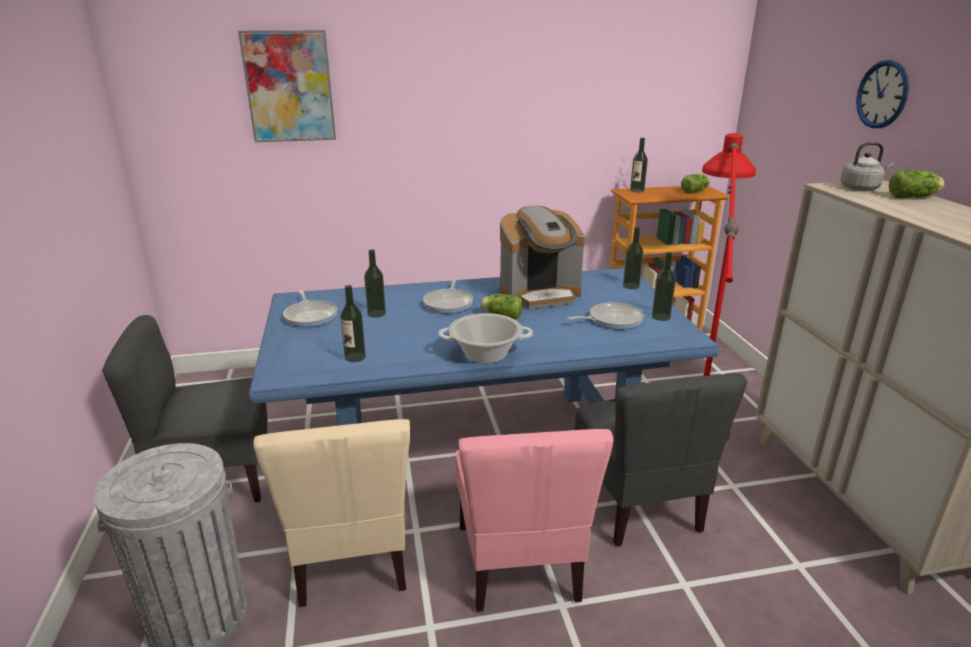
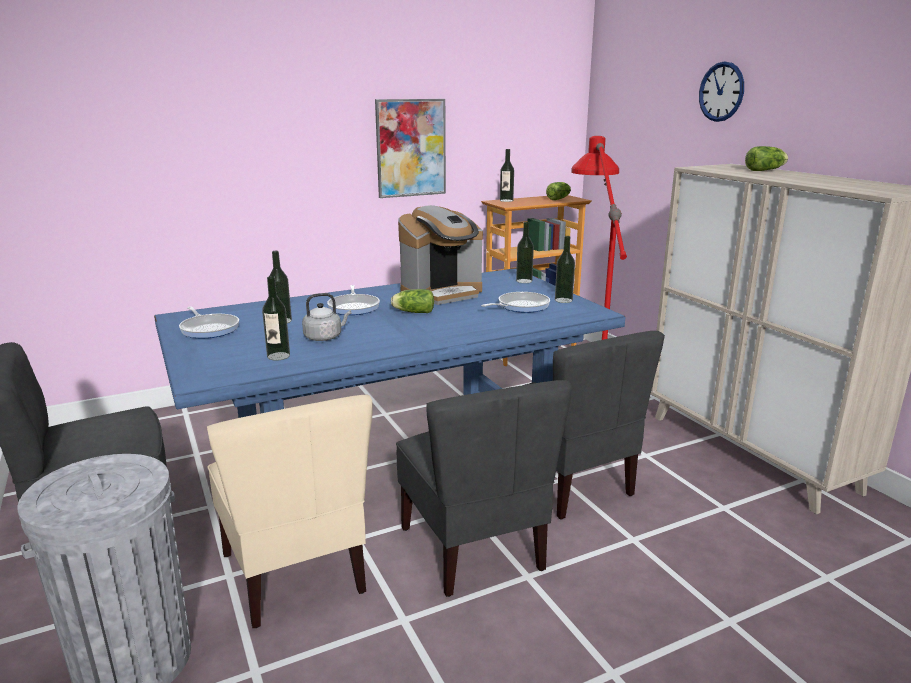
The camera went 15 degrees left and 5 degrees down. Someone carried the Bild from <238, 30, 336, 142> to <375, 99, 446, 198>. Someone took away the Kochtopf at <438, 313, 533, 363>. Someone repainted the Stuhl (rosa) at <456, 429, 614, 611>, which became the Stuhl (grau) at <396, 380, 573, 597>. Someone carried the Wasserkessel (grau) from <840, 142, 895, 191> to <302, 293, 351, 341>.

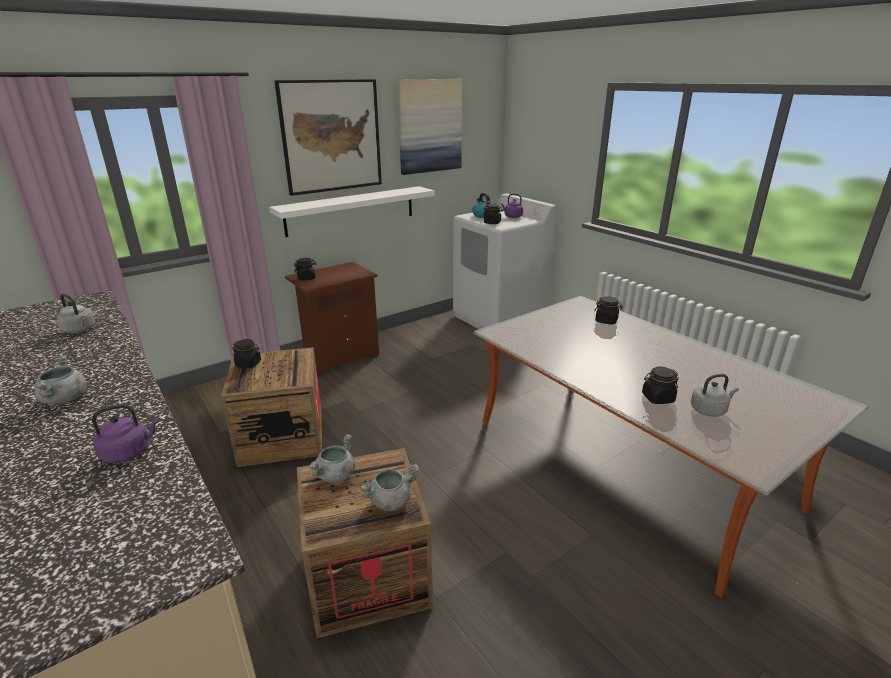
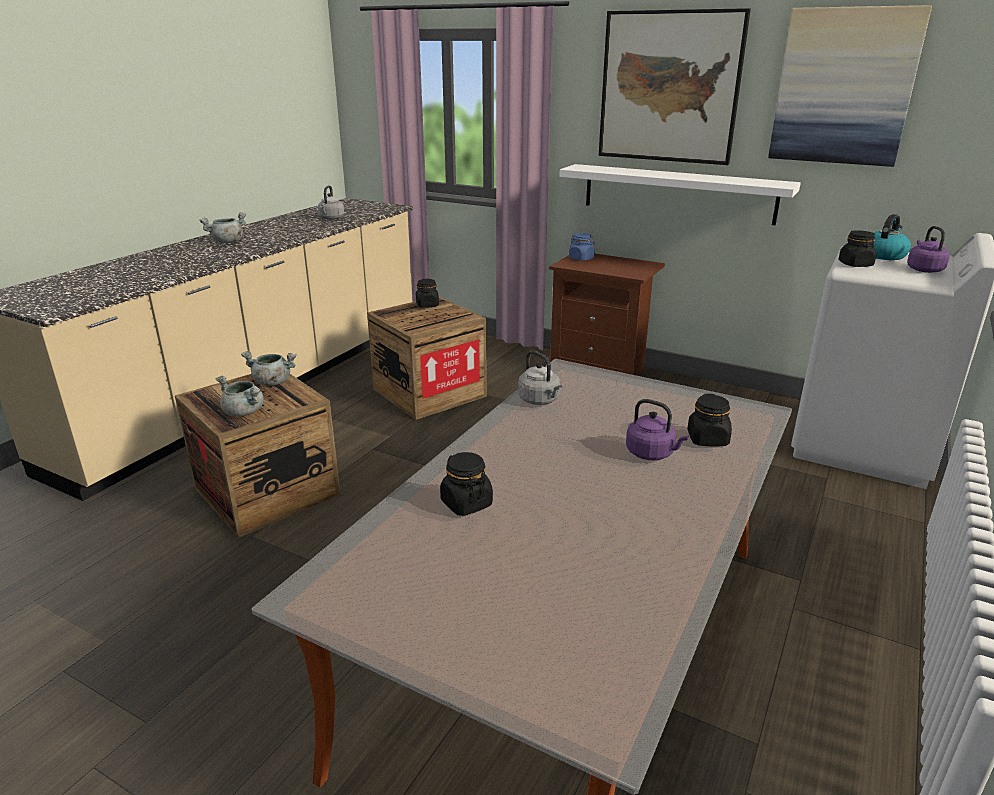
The camera went 65 degrees right and 0 degrees up. Someone carried the Wasserkessel (lila) from <92, 404, 160, 463> to <626, 399, 689, 460>. Someone repainted the Vorratsglas (schwarz) at <294, 258, 316, 281>, which became the Vorratsglas (blau) at <569, 233, 595, 261>. Someone carried the Wasserkessel (grau) from <691, 374, 739, 417> to <518, 351, 562, 405>.

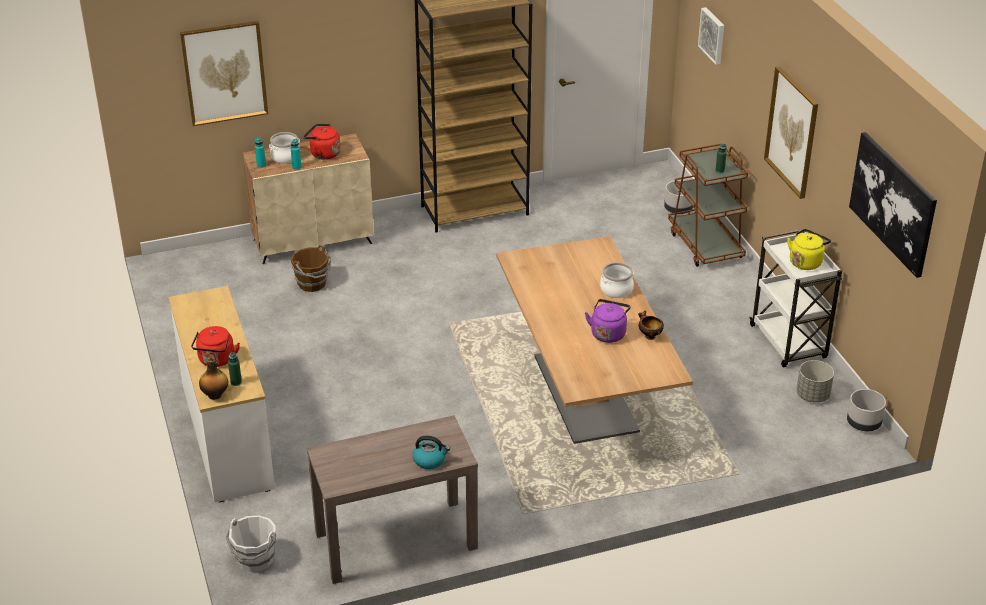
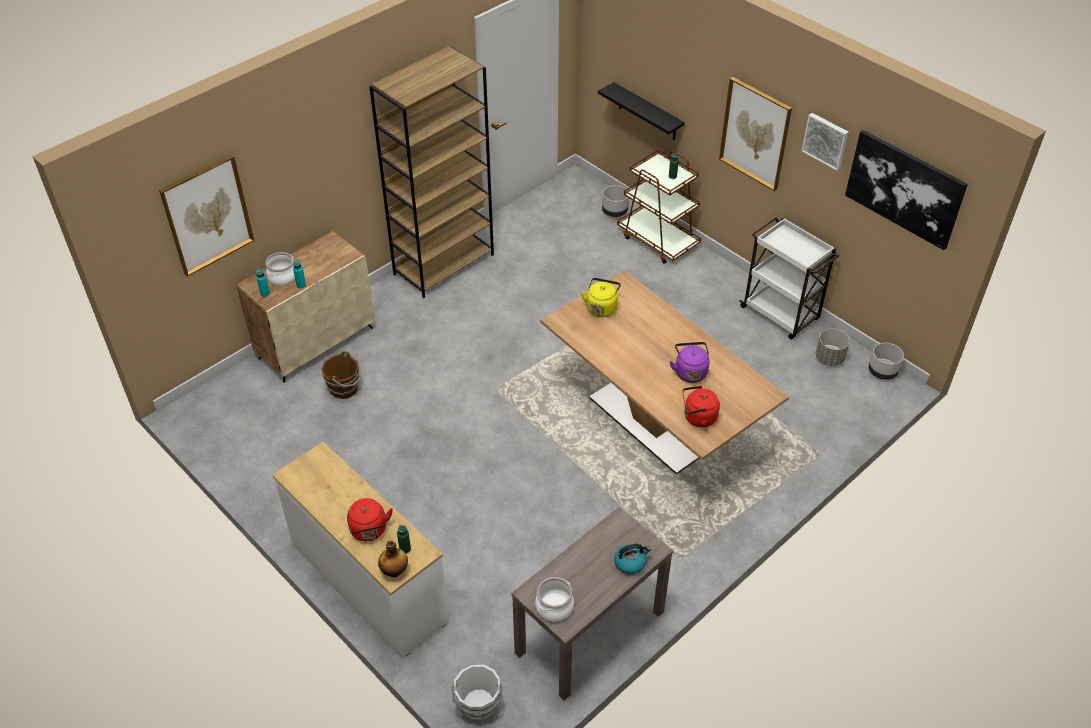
The camera went 25 degrees left and 10 degrees up. Someone carried the Wasserkessel (rot) from <303, 124, 340, 160> to <682, 386, 720, 427>. Someone carried the Kochtopf from <600, 262, 634, 298> to <535, 577, 574, 621>. Someone took away the Schüssel at <638, 311, 664, 340>. Someone carried the Bild from <698, 7, 724, 65> to <802, 113, 849, 171>. Someone carried the Wasserkessel (gelb) from <787, 229, 831, 270> to <580, 278, 621, 317>. Someone put up the Wandregal (schwarz) at <598, 82, 685, 141>.

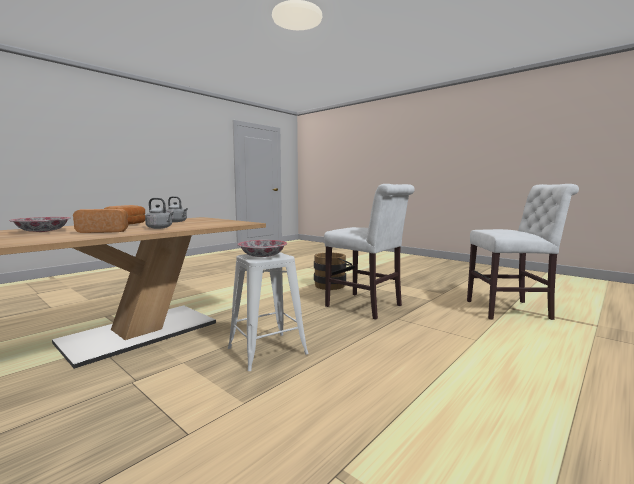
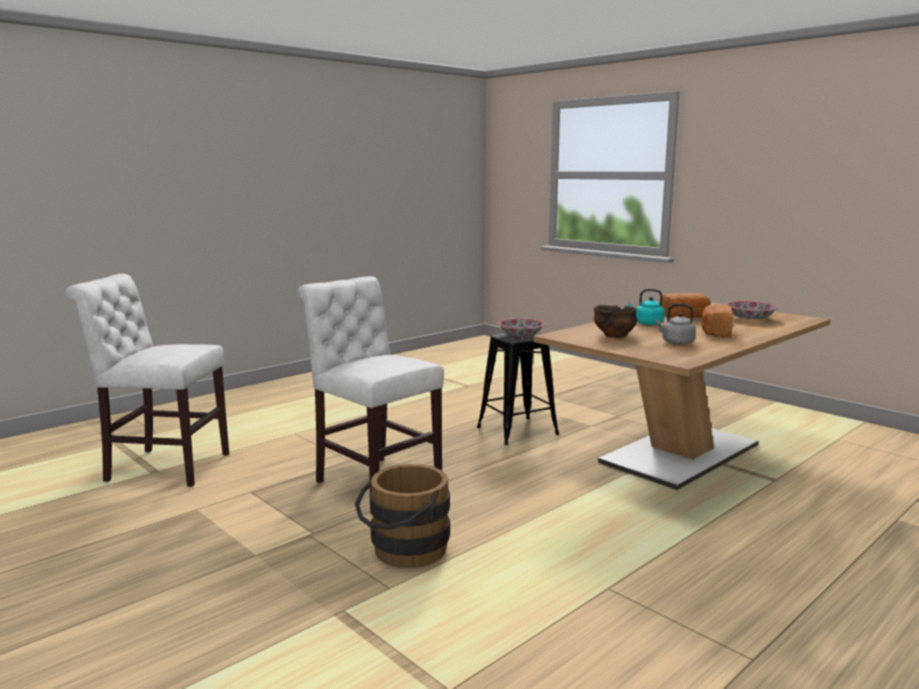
The camera went 175 degrees left and 5 degrees up. Someone repainted the Wasserkessel (grau) at <145, 198, 174, 229>, which became the Wasserkessel (türkis) at <628, 289, 665, 325>. Someone repainted the Hocker (weiß) at <228, 252, 309, 371>, which became the Hocker (schwarz) at <477, 334, 559, 445>. Someone put down the Schüssel at <594, 305, 637, 338>.

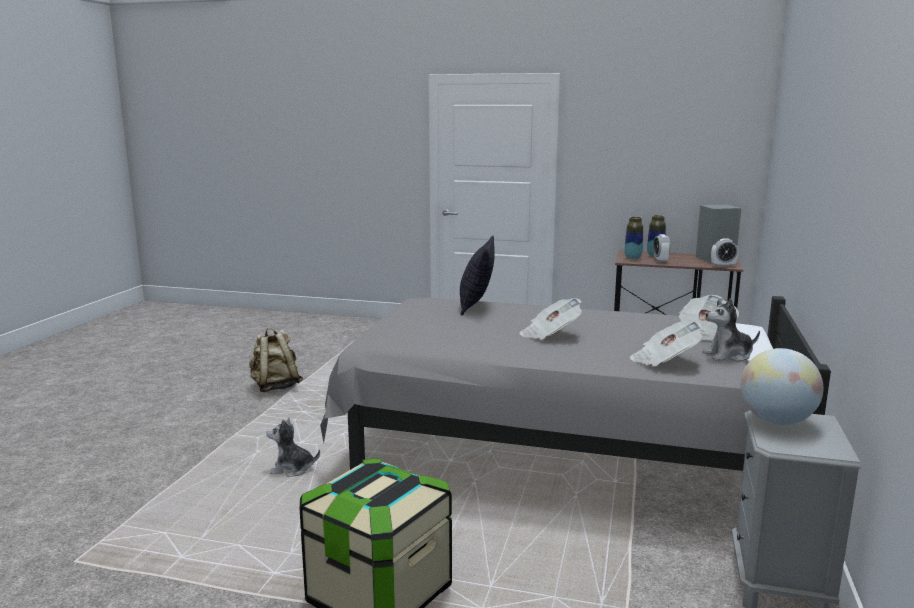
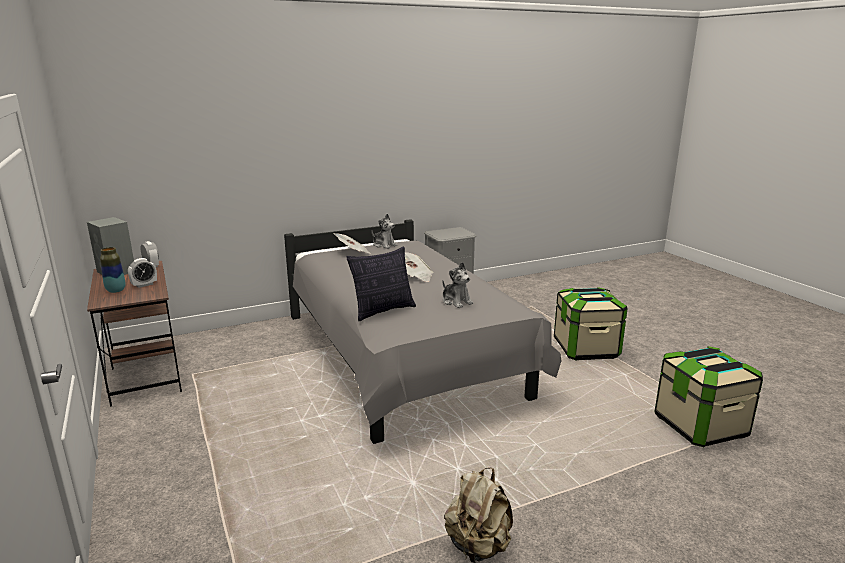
The camera went 130 degrees left and 5 degrees up. Someone carried the Plüschtier from <266, 418, 320, 477> to <443, 262, 473, 308>. Someone took away the Vase at <624, 217, 643, 259>. Someone took away the Zeitung at <630, 321, 702, 366>. Someone took away the Globus at <741, 348, 823, 425>. Someone put down the Aufbewahrungsbox at <654, 346, 763, 447>.

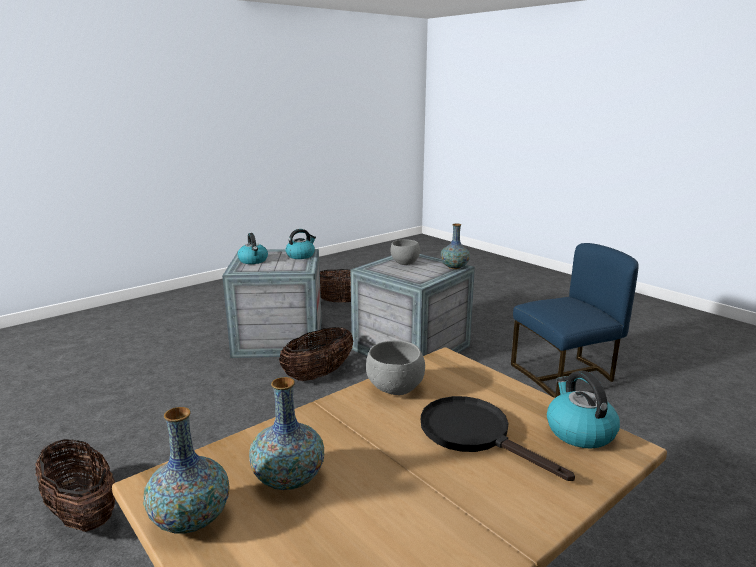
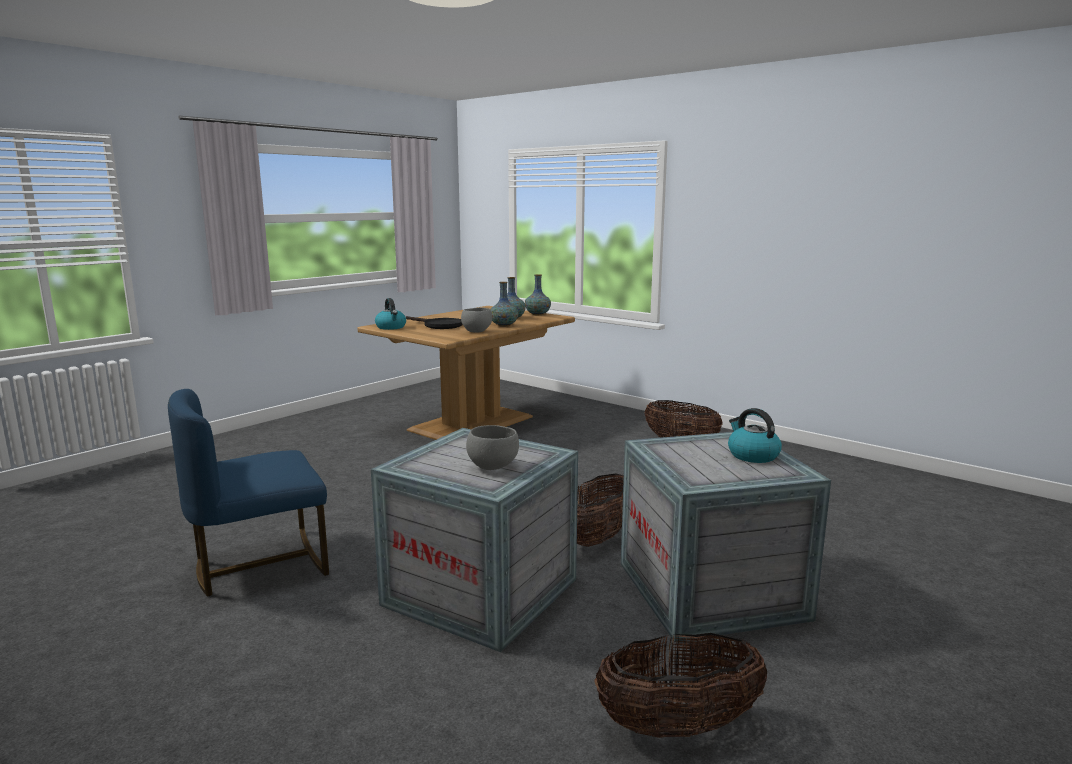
The camera went 170 degrees right and 5 degrees down. Someone took away the Wasserkessel at <285, 229, 316, 259>. Someone carried the Vase from <440, 224, 470, 269> to <491, 282, 518, 327>.

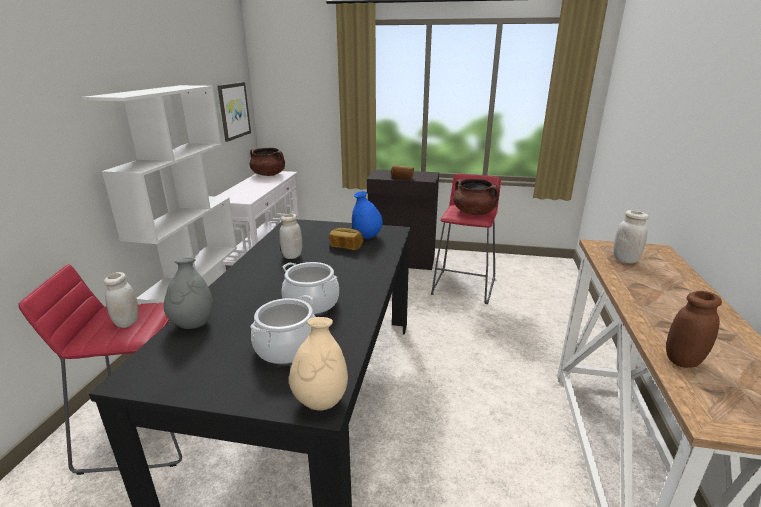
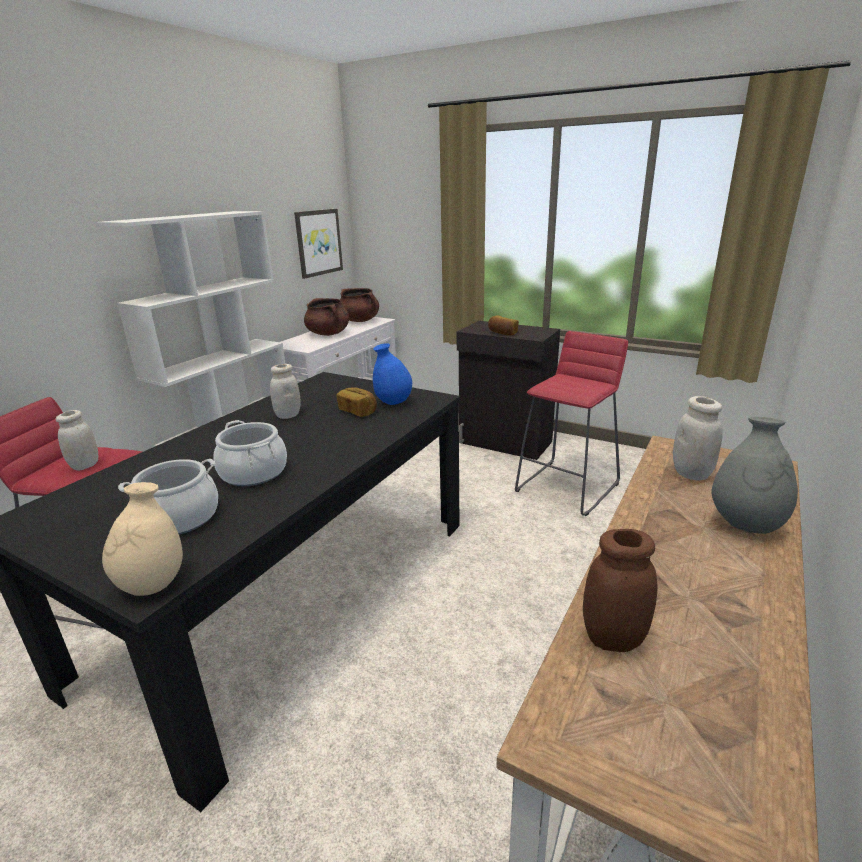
The camera went 20 degrees right and 0 degrees up. Someone carried the Vase (grau) from <164, 257, 213, 329> to <712, 417, 798, 534>. Someone carried the Kochtopf (braun) from <453, 179, 499, 215> to <304, 298, 349, 336>.

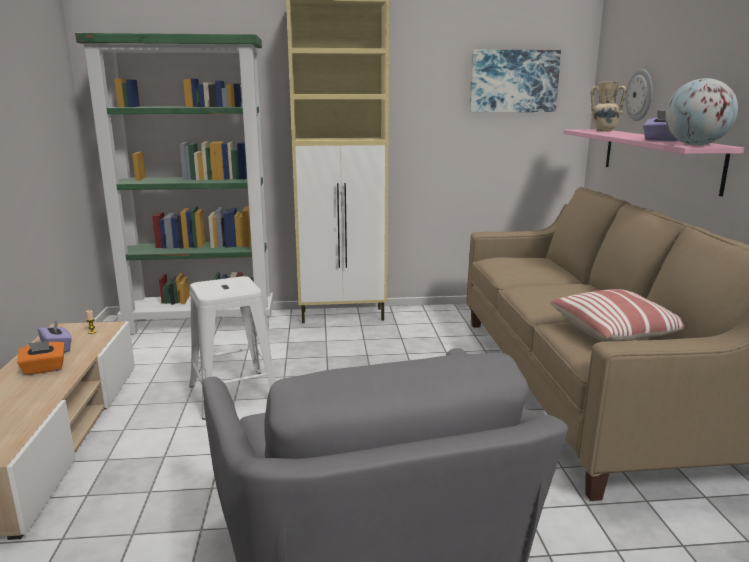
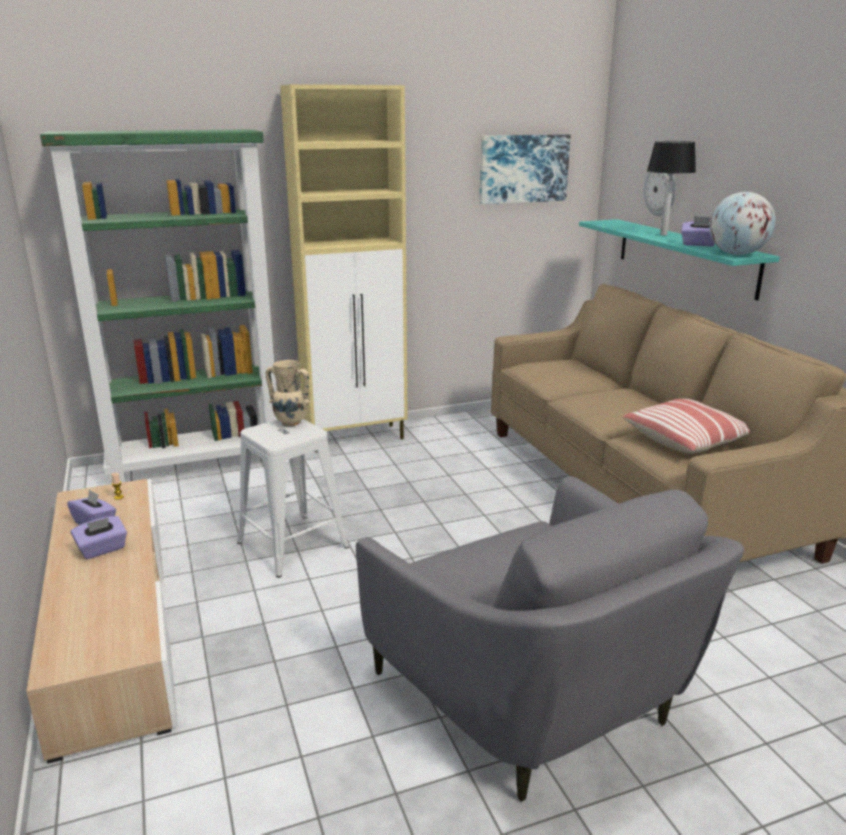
The camera went 15 degrees left and 5 degrees up. Someone repainted the Taschentuchbox (orange) at <17, 341, 65, 375>, which became the Taschentuchbox (lila) at <71, 516, 127, 559>. Someone repainted the Wandregal (rosa) at <564, 129, 744, 196>, which became the Wandregal (türkis) at <579, 219, 780, 300>. Someone carried the Vase (beige) from <590, 82, 627, 132> to <266, 360, 310, 426>. Someone put down the Tischlampe at <647, 141, 696, 235>.

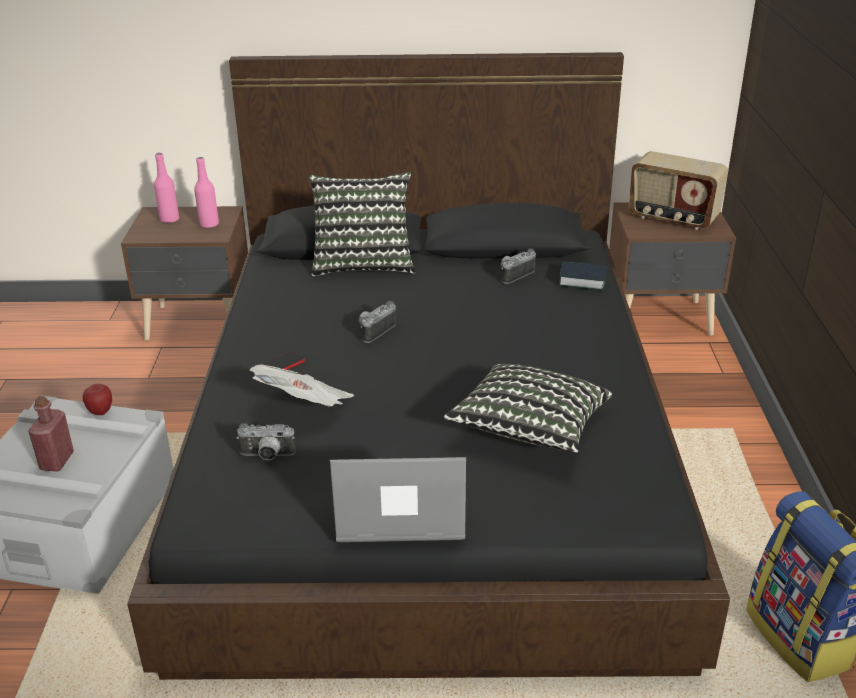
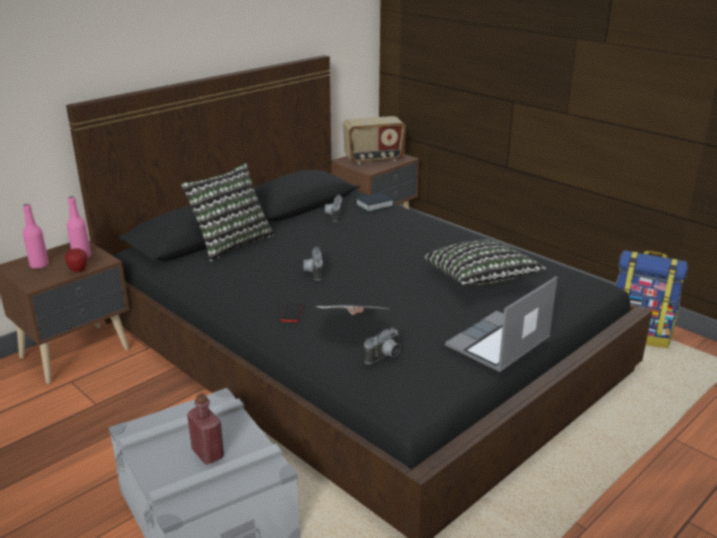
The camera went 45 degrees left and 5 degrees down. Someone carried the Apfel from <82, 384, 112, 415> to <65, 248, 87, 272>.

